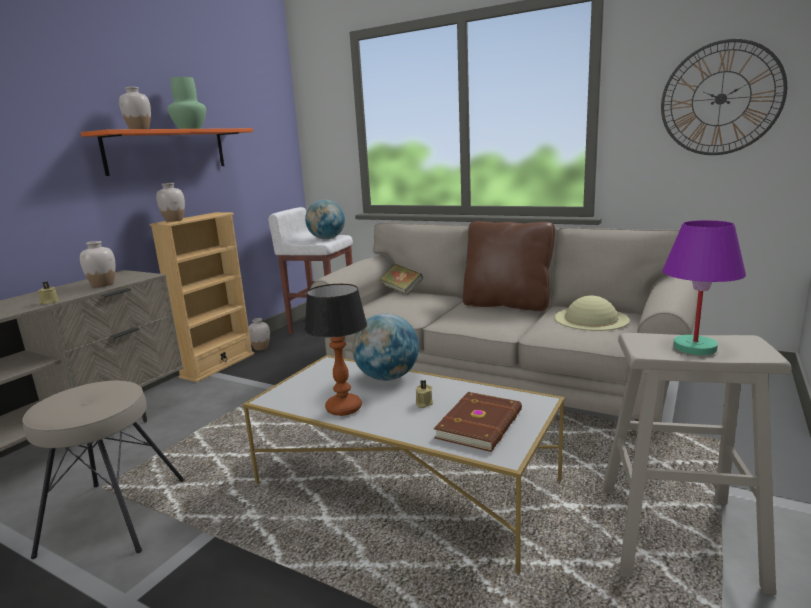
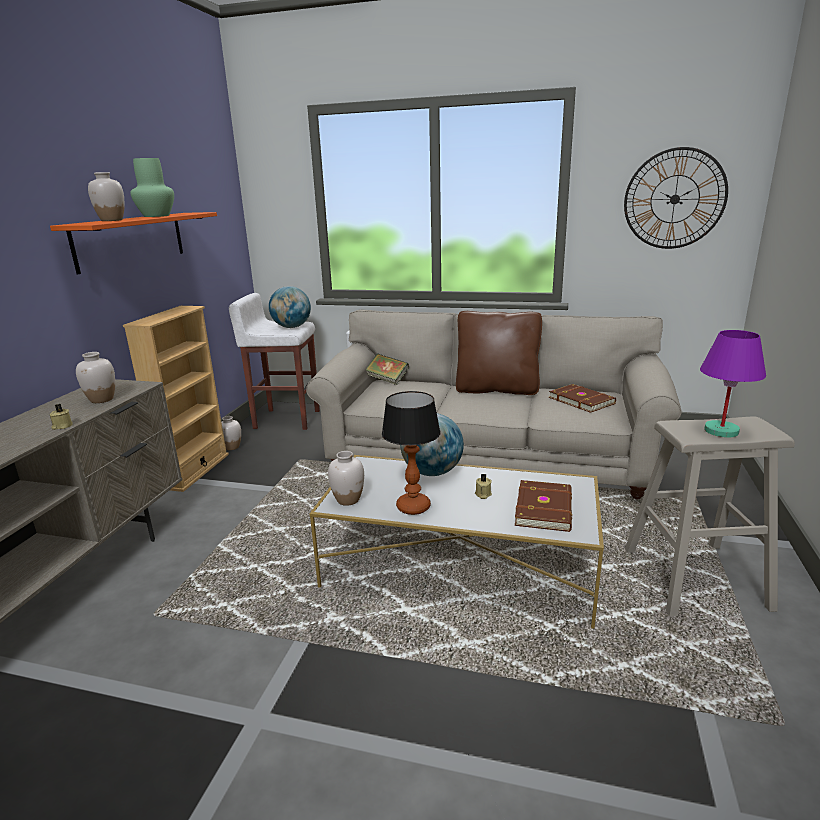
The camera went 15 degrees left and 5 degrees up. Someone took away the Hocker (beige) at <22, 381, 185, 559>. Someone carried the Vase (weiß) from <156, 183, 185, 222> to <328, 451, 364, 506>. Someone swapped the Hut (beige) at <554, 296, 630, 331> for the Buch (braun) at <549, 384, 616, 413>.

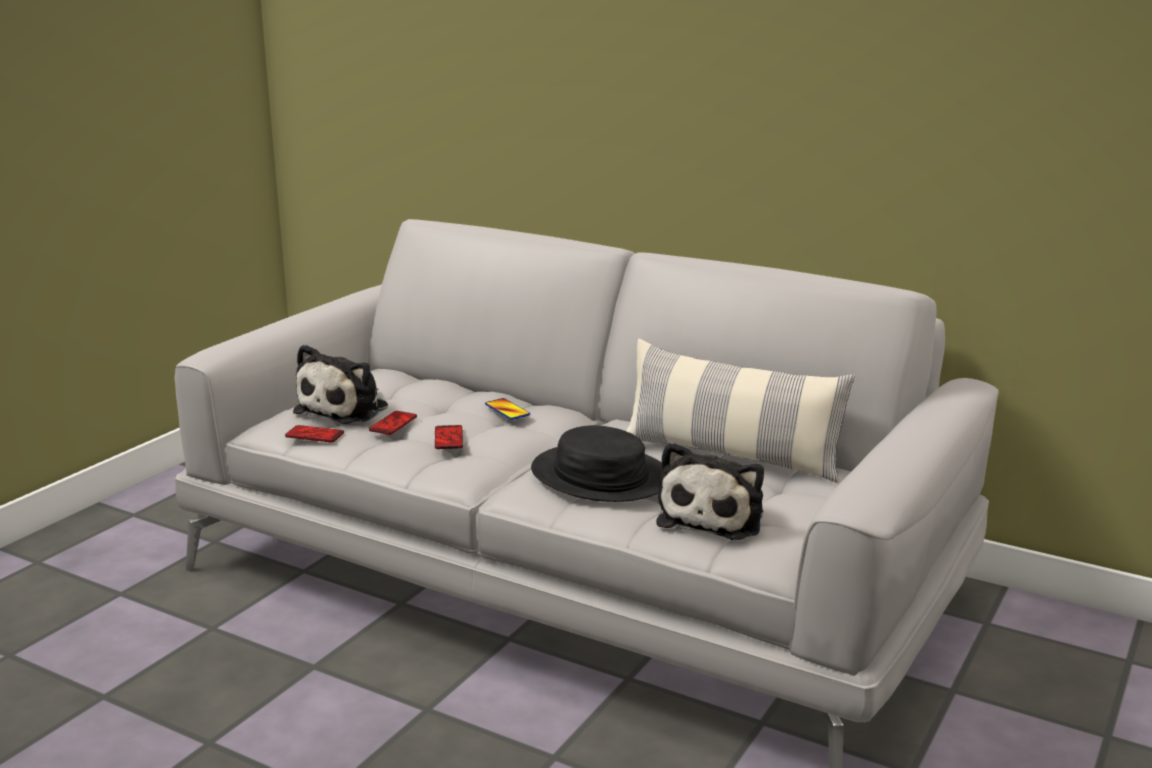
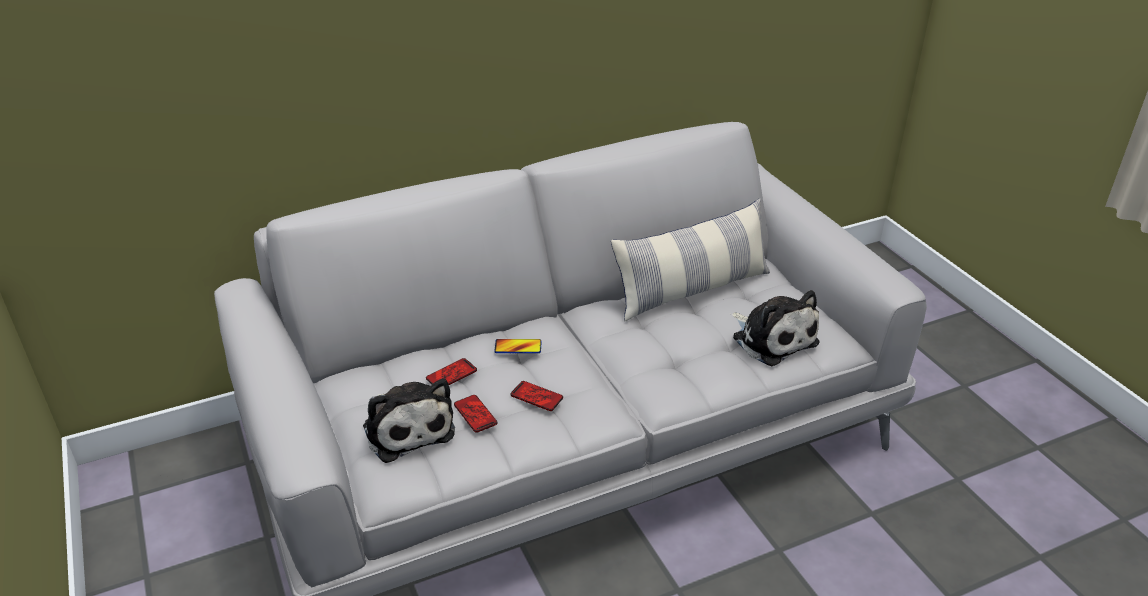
The camera went 55 degrees left and 15 degrees up. Someone carried the Handy from <285, 425, 344, 442> to <426, 358, 477, 385>. Someone took away the Hut (schwarz) at <531, 425, 662, 502>.

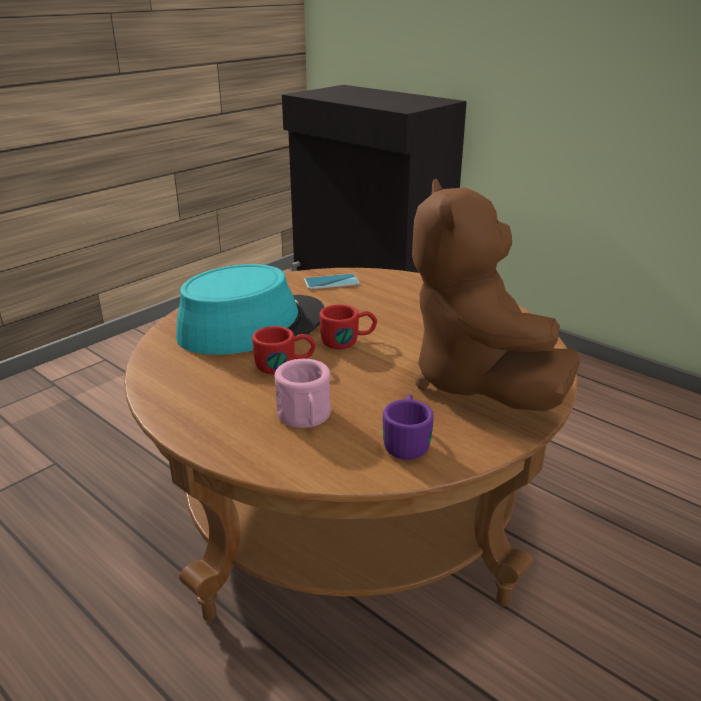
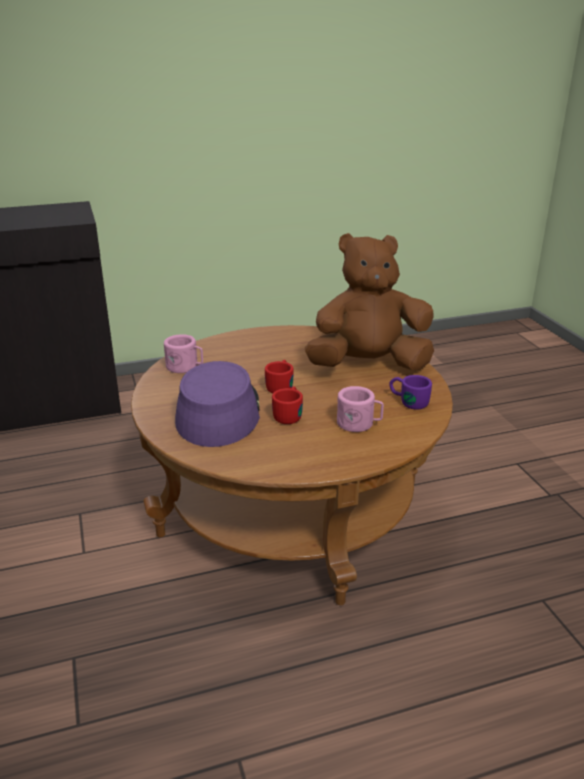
The camera went 60 degrees left and 0 degrees up. Someone repainted the Hut (türkis) at <176, 264, 324, 355>, which became the Hut (lila) at <175, 361, 260, 447>. Someone swapped the Handy at <304, 274, 360, 289> for the Henkelbecher (rosa) at <164, 334, 203, 373>. Someone rotated the Plüschtier (braun) at <412, 179, 580, 411> by 150 degrees clockwise.

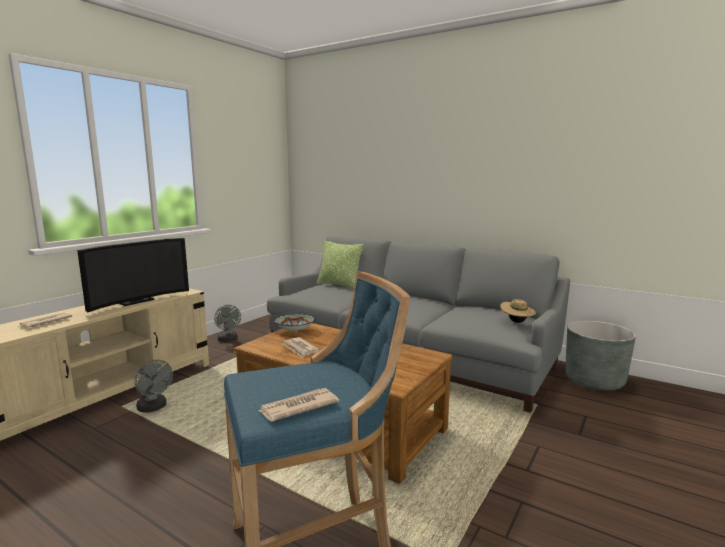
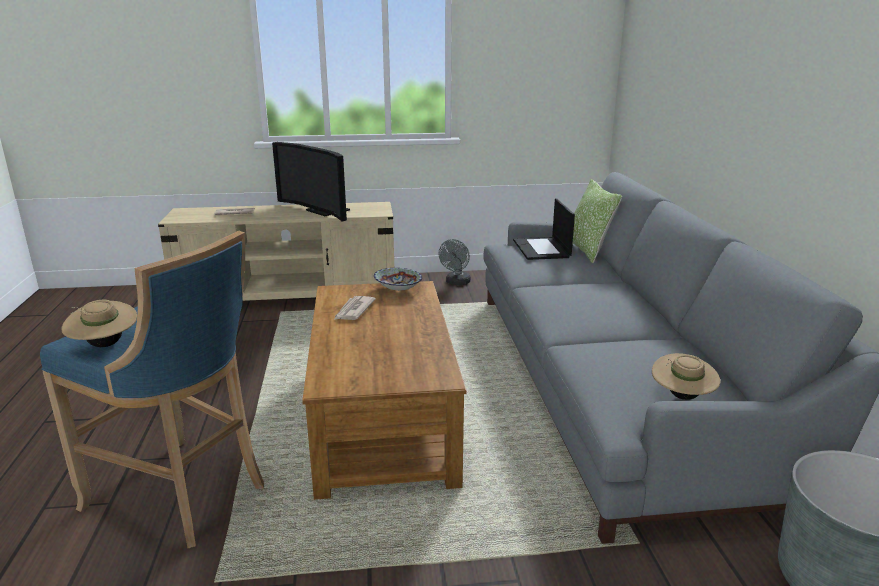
The camera went 50 degrees right and 10 degrees up. Someone rotated the Fernseher at <77, 238, 189, 312> by 45 degrees clockwise. Someone took away the Ventilator (grau) at <134, 360, 173, 413>. Someone swapped the Zeitung at <258, 388, 339, 422> for the Hut (beige) at <61, 300, 137, 347>. Someone put down the Laptop at <513, 199, 575, 260>.

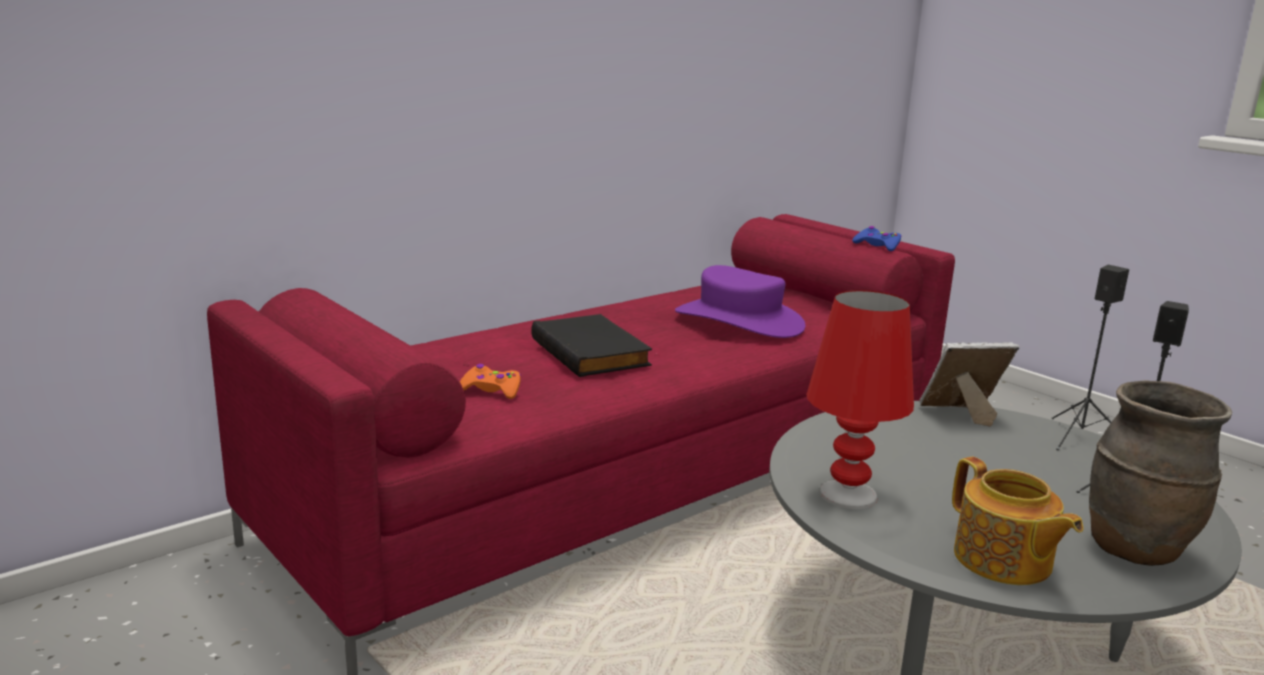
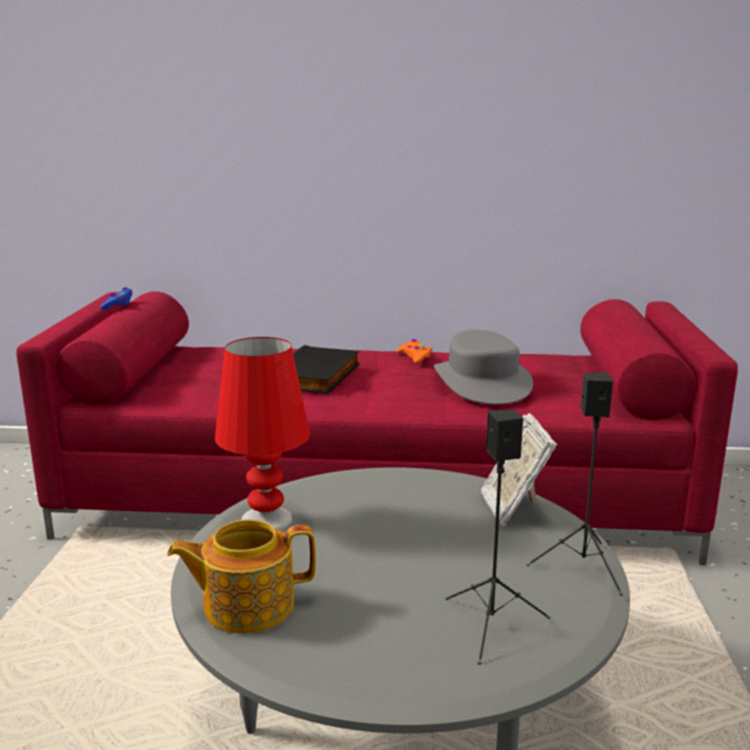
The camera went 45 degrees right and 0 degrees up. Someone carried the Gamepad (orange) from <460, 364, 521, 399> to <396, 339, 432, 363>. Someone repainted the Hut (lila) at <675, 265, 805, 338>, which became the Hut (grau) at <434, 330, 533, 405>. Someone carried the Gamepad (blau) from <852, 226, 902, 251> to <100, 287, 133, 310>. Someone rotated the Bilderrahmen at <919, 342, 1019, 426> by 135 degrees counterclockwise. Someone rotated the Teekanne at <952, 457, 1083, 585> by 60 degrees clockwise. Someone took away the Vase (braun) at <1089, 380, 1232, 566>.

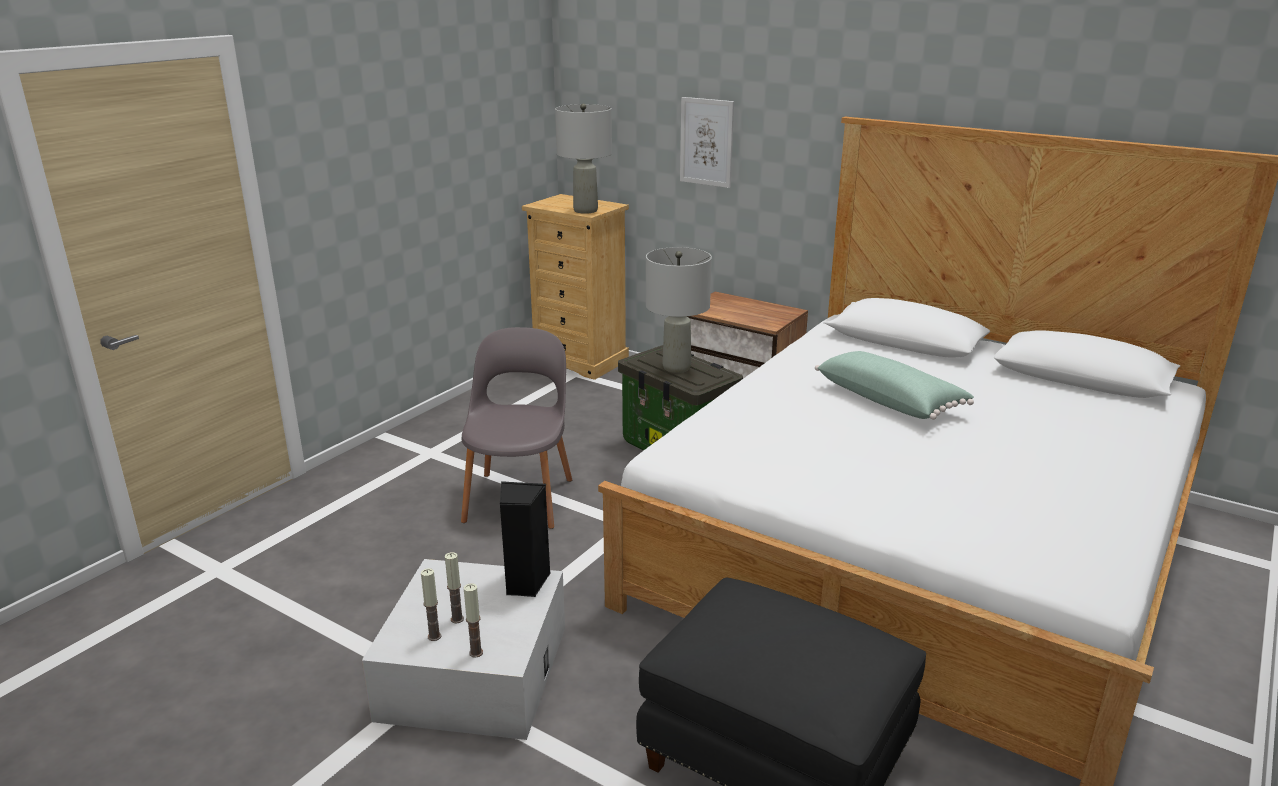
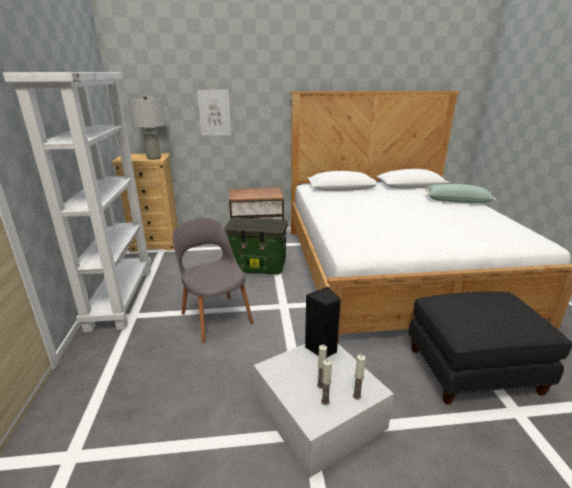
The camera went 40 degrees left and 0 degrees up. Someone took away the Tischlampe (grau) at <646, 247, 712, 373>. Someone carried the Kissen (grün) from <815, 351, 974, 420> to <424, 184, 496, 203>. Someone put down the Bücherregal (weiß) at <3, 72, 151, 332>.

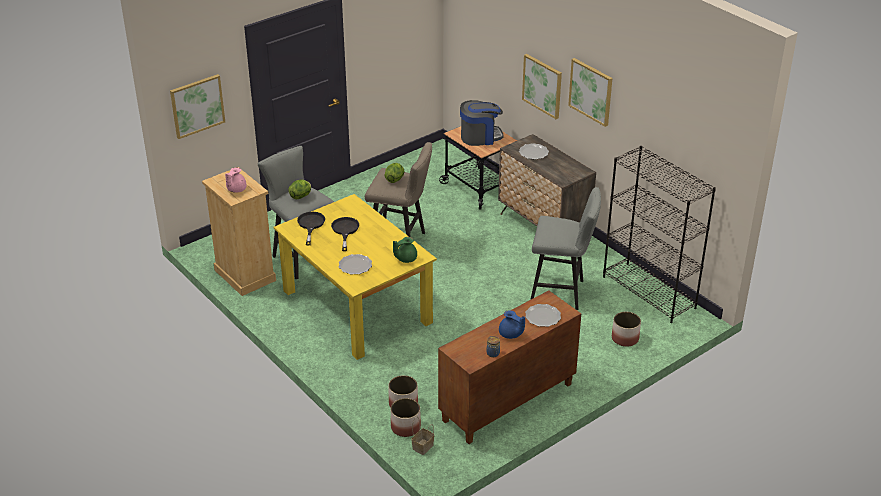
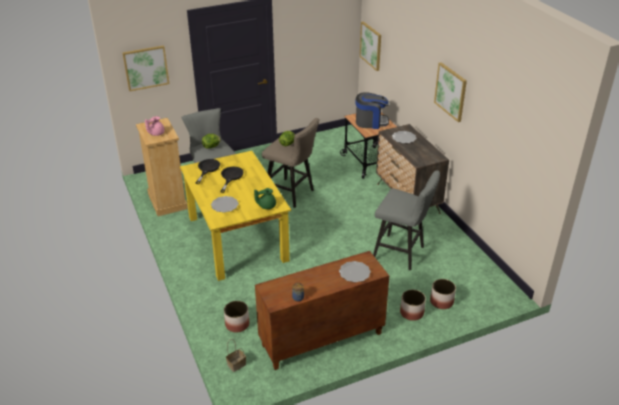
The camera went 15 degrees right and 0 degrees up. Someone carried the Pflanzkübel from <391, 398, 421, 437> to <400, 289, 426, 321>. Someone took away the Teekanne (blau) at <499, 310, 525, 339>. Someone carried the Bild from <522, 54, 562, 119> to <360, 21, 381, 71>. Someone took away the Bücherregal (schwarz) at <603, 146, 716, 323>.

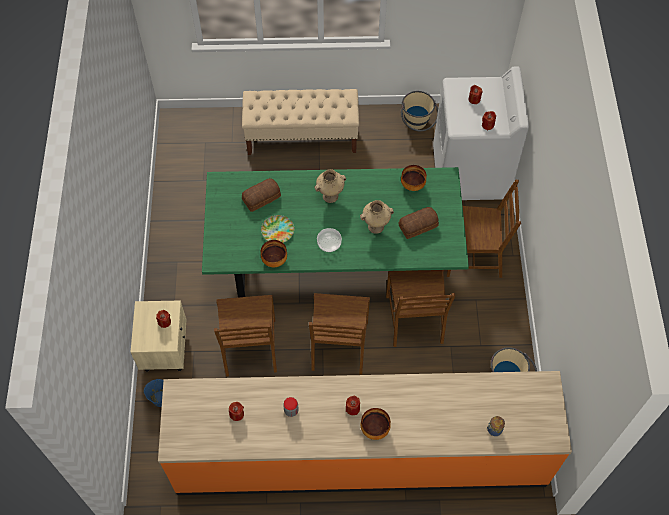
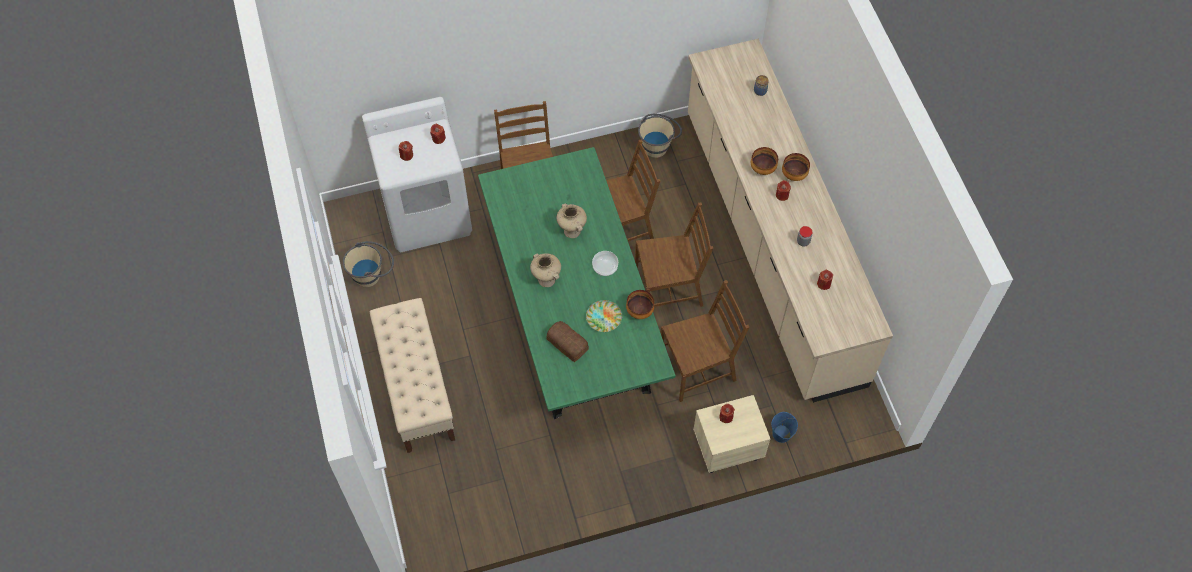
The camera went 105 degrees left and 0 degrees up. Someone repainted the Küchenzeile (orange) at <158, 371, 572, 495>, which became the Küchenzeile (beige) at <688, 39, 893, 403>. Someone took away the Brot at <399, 207, 439, 239>. Someone carried the Schüssel from <401, 165, 427, 191> to <751, 147, 778, 175>.

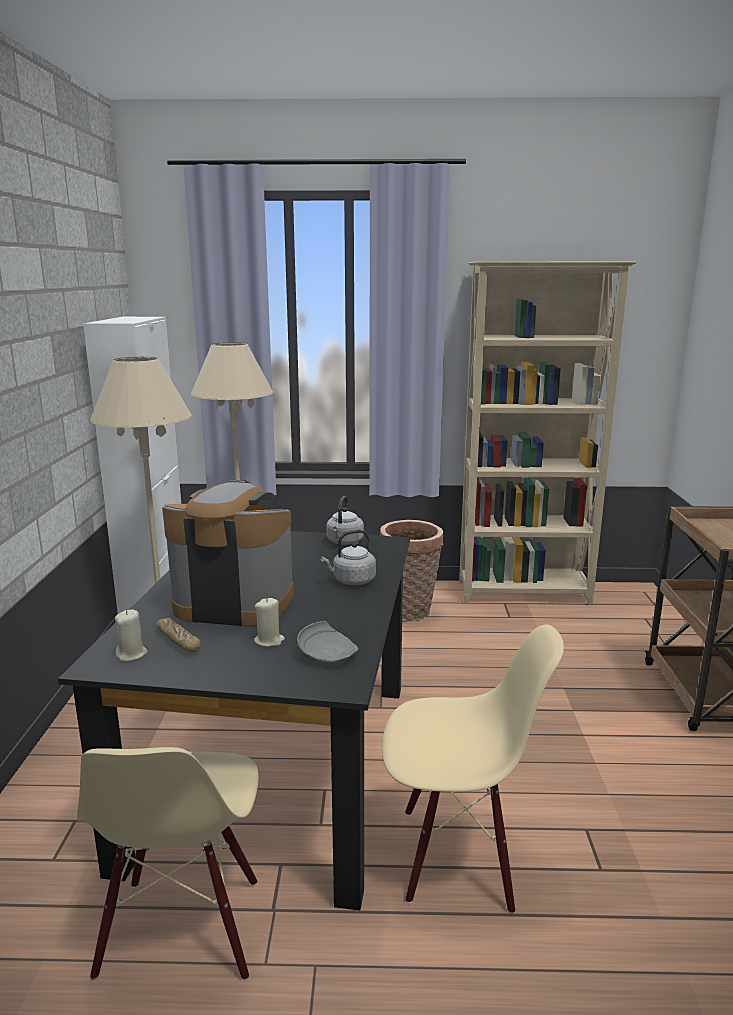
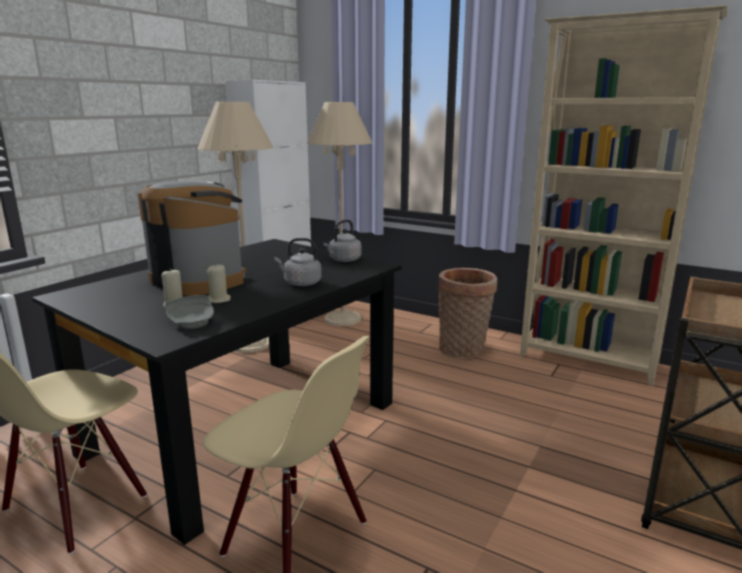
The camera went 30 degrees right and 0 degrees up. Someone carried the Kerze (beige) from <115, 609, 148, 661> to <206, 264, 231, 303>. Someone took away the Brot at <156, 618, 201, 652>.

